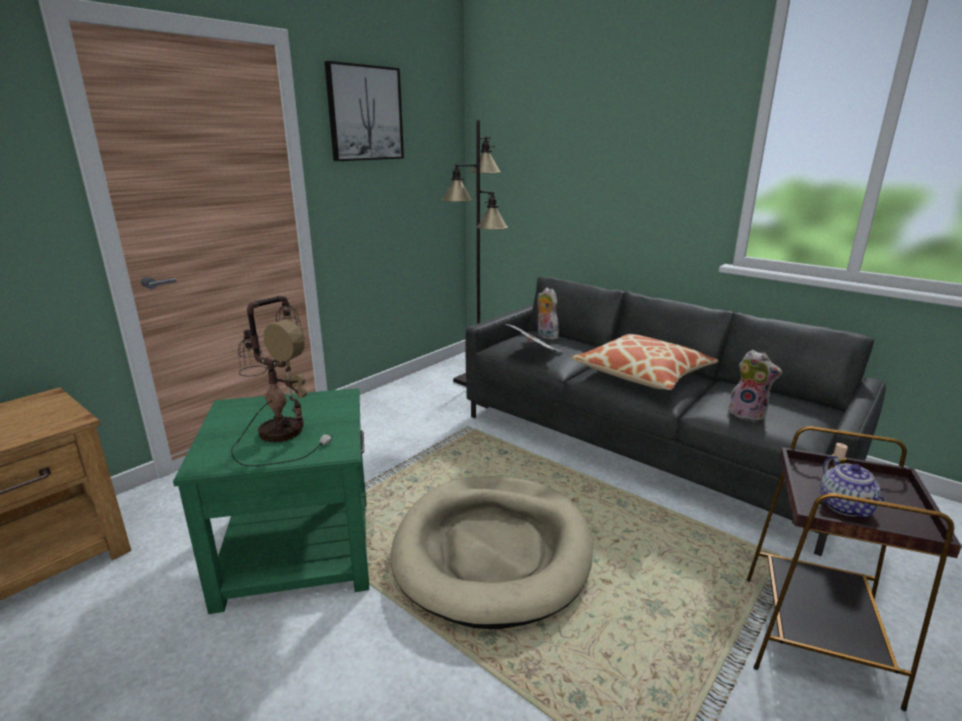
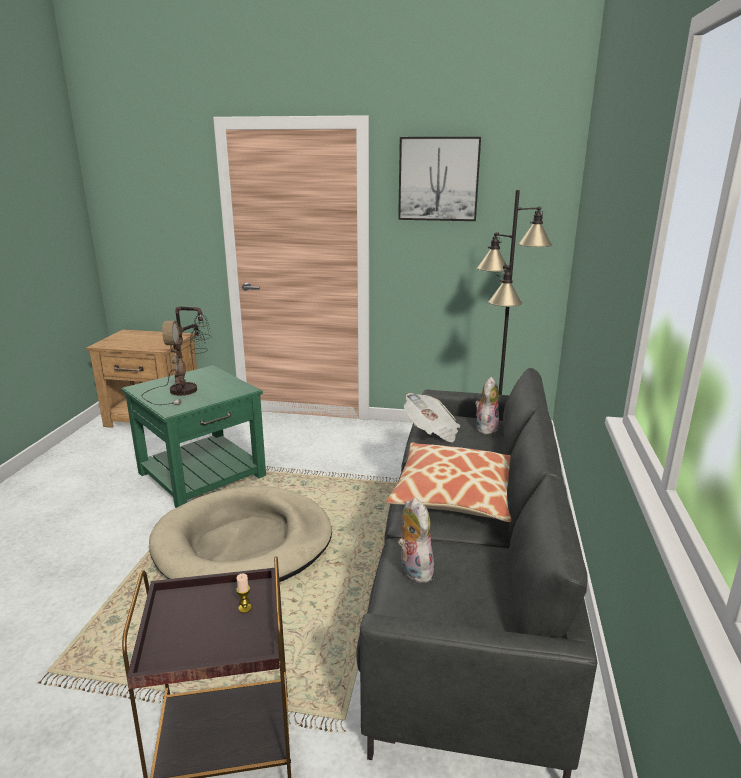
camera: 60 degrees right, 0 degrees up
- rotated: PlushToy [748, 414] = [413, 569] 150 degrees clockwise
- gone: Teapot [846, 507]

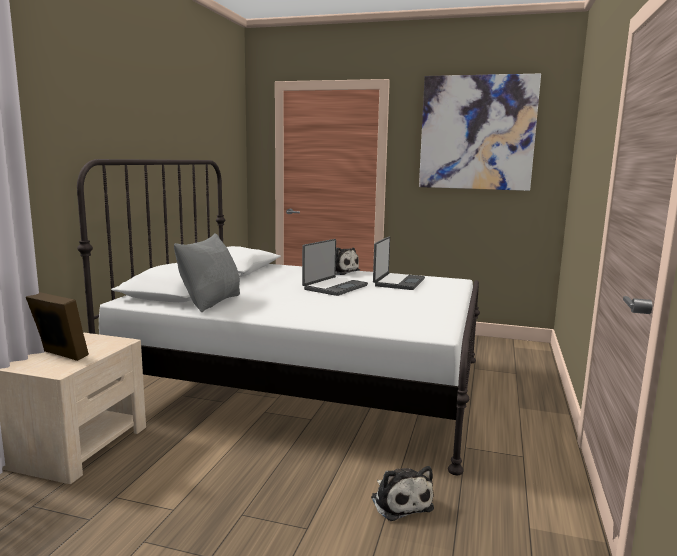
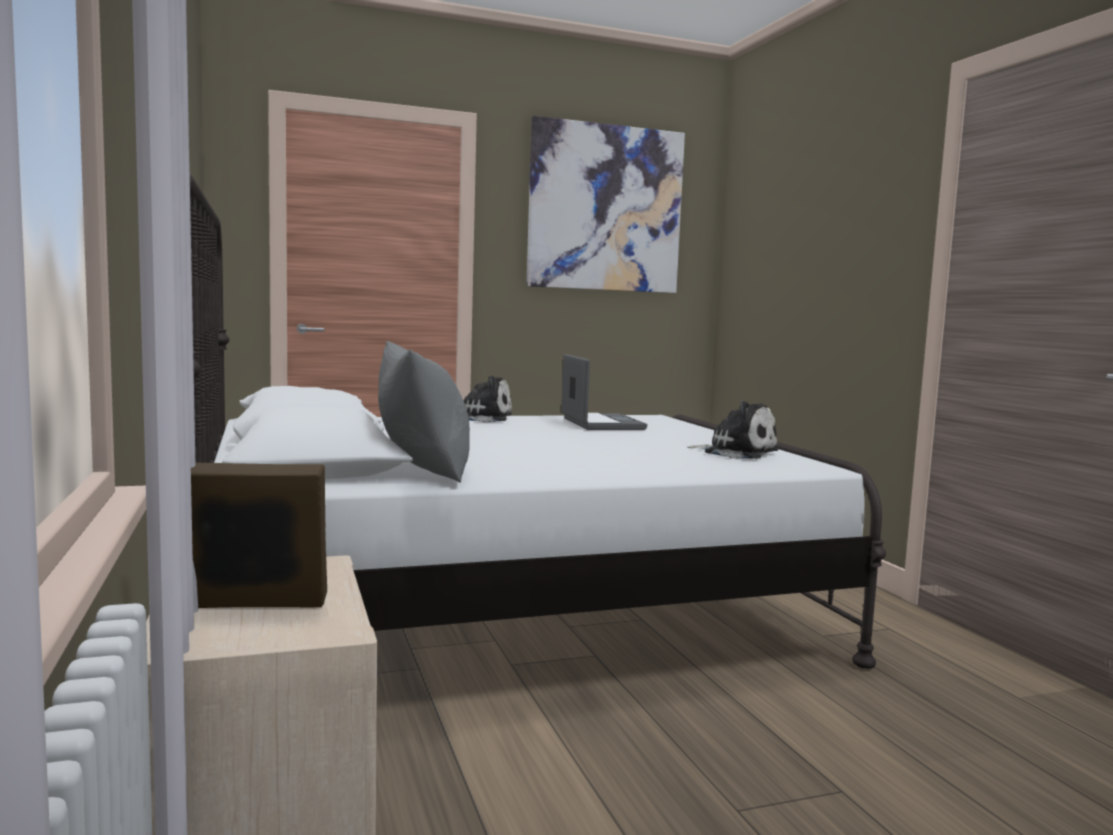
camera: 35 degrees left, 5 degrees down
- gone: Laptop [334, 287]
- shifted: PlushToy [400, 501] to [736, 453]

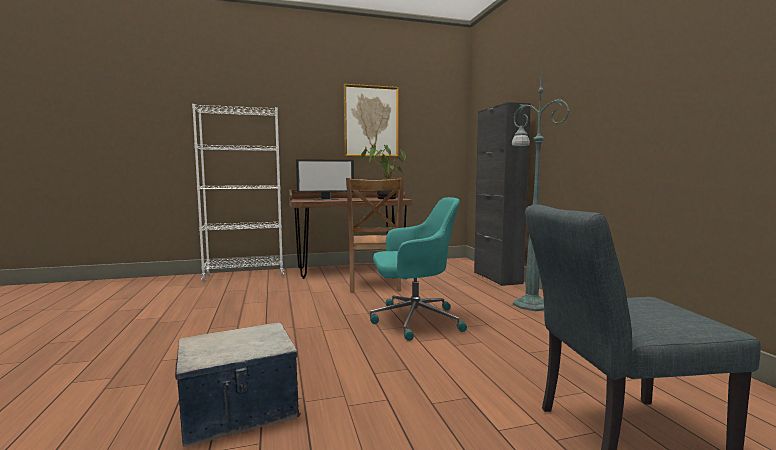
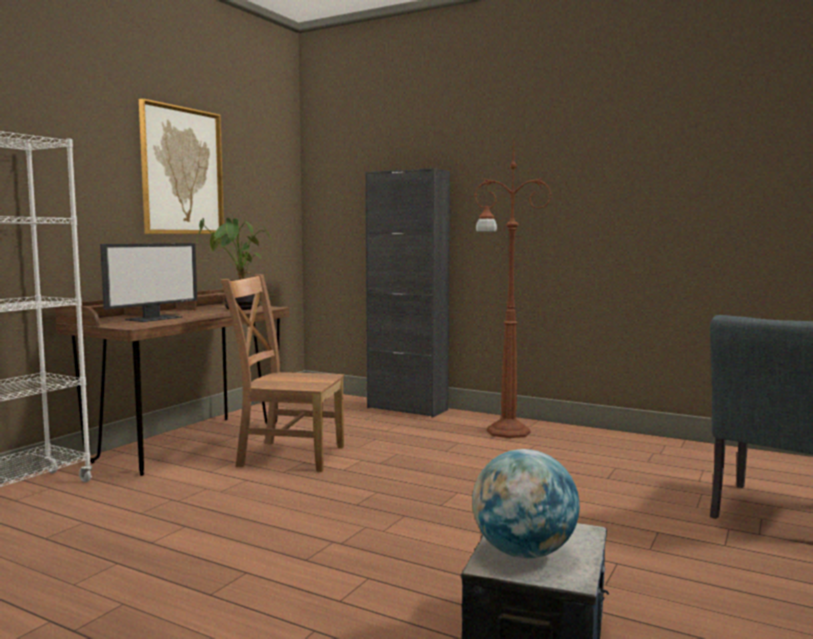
camera: 45 degrees left, 0 degrees up
- repainted: GreenFloorLamp [529, 304] to BrownFloorLamp [505, 431]
- rotated: BrownChair [374, 285] = [287, 456] 150 degrees clockwise
- gone: TurquoiseOfficeChair [413, 320]
- new: Globe [523, 553]

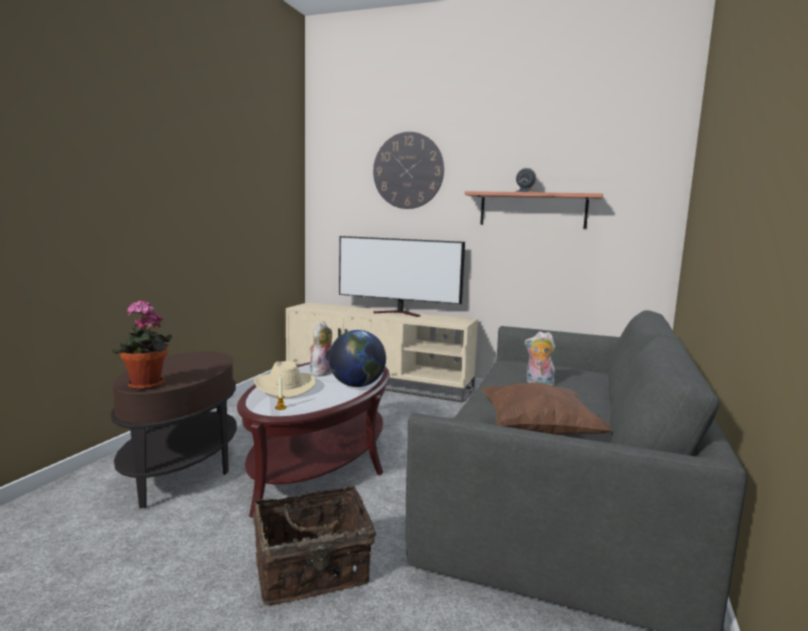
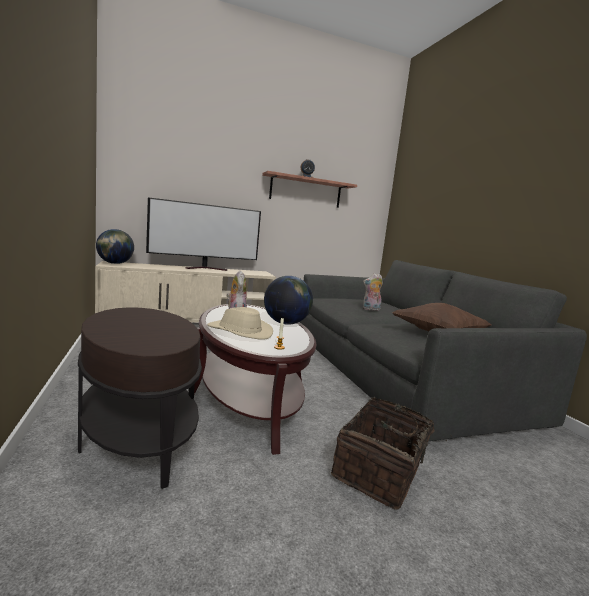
camera: 40 degrees left, 0 degrees up
- gone: WallClock [408, 171]
- gone: PottedPlant [146, 386]
- new: Globe [115, 263]

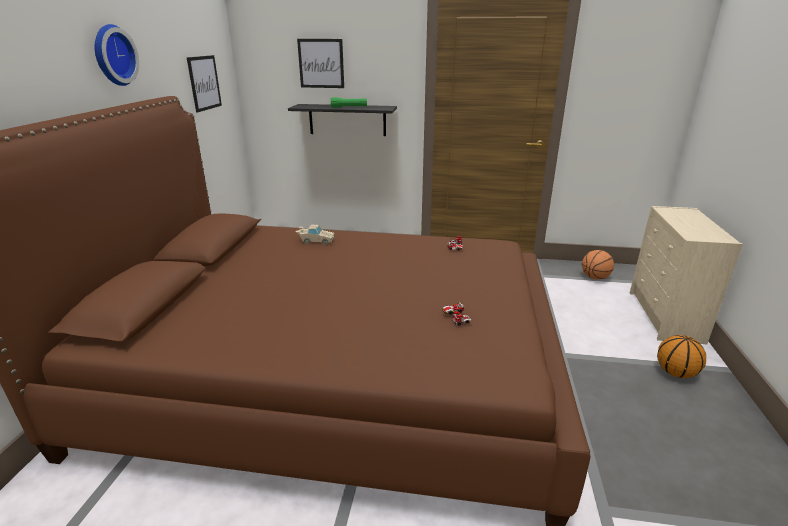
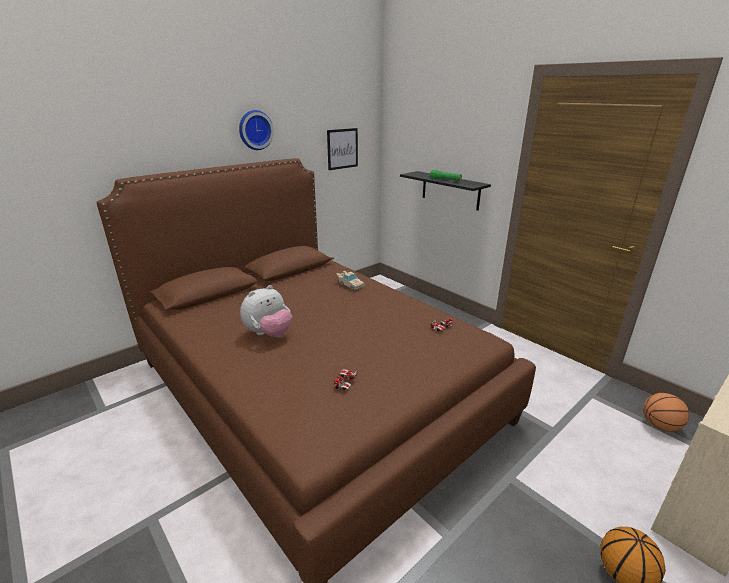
camera: 40 degrees right, 0 degrees up
- gone: Picture [321, 63]
- new: PlushToy [269, 334]

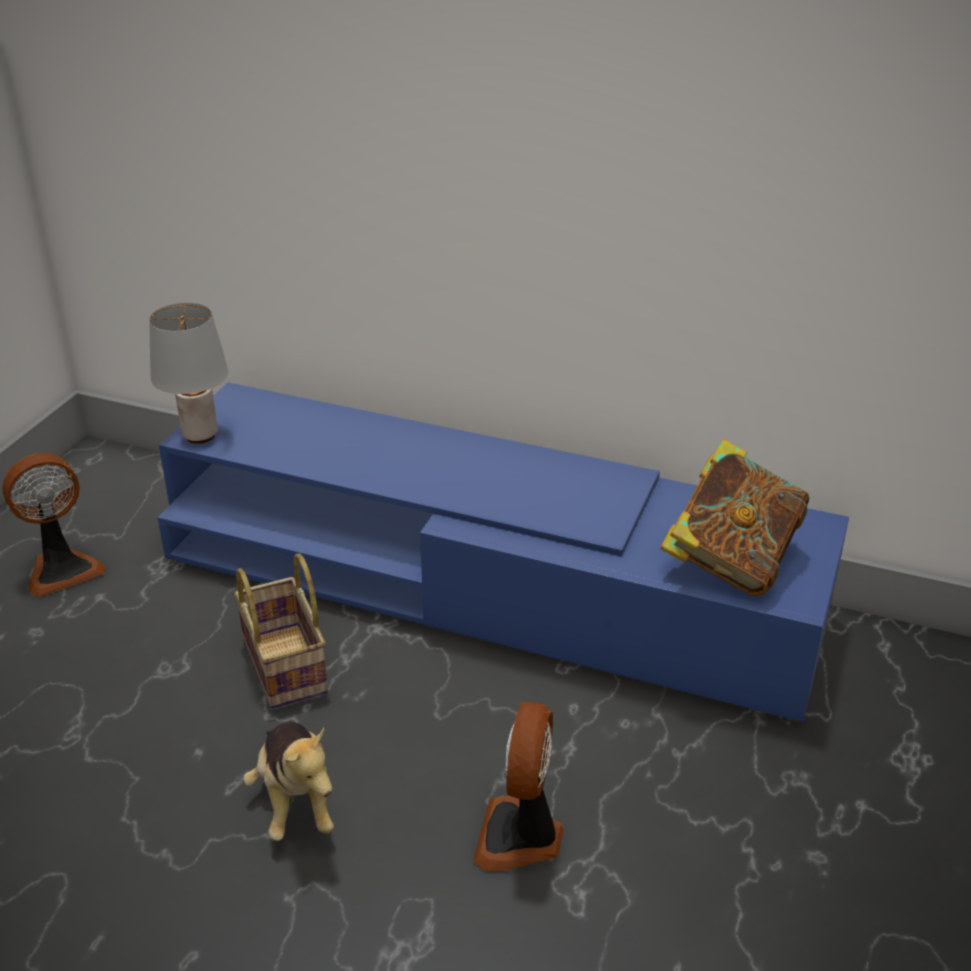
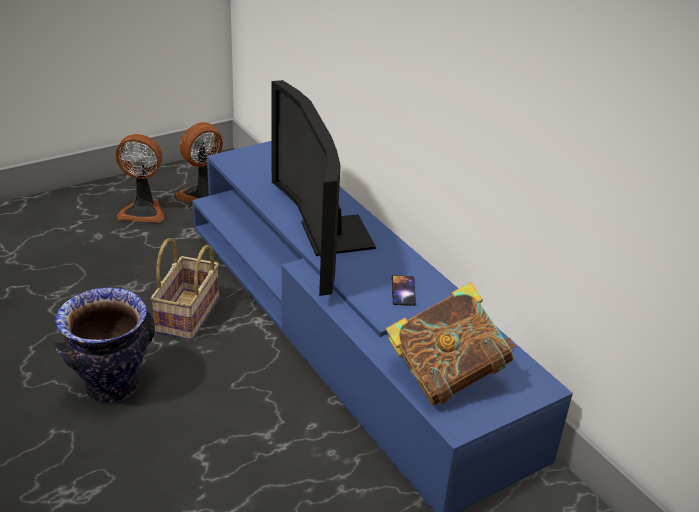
camera: 35 degrees right, 0 degrees up
- gone: GreyTableLamp [200, 436]
- shifted: Fan [521, 837] to [203, 196]
- swapped: PlushToy [295, 800] to Vase [112, 386]
- new: Television [325, 236]
- new: Phone [403, 291]

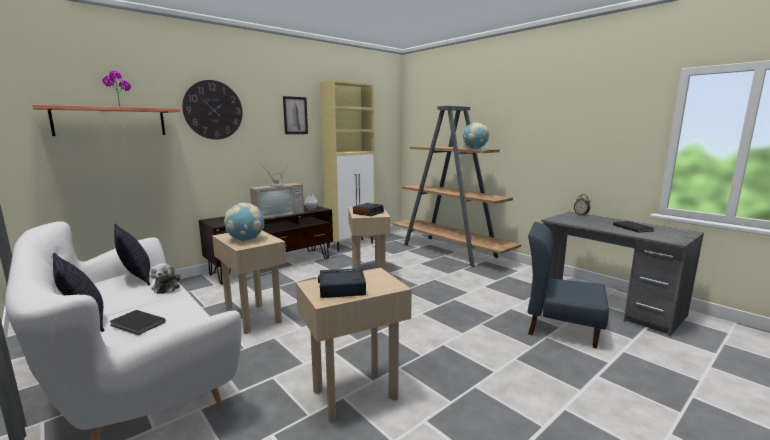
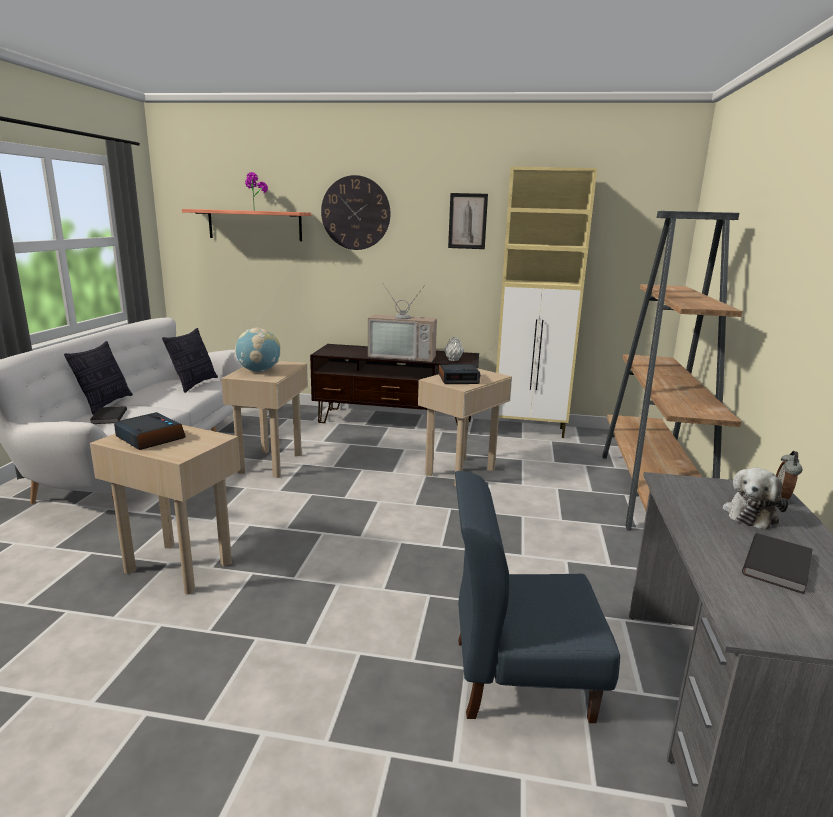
camera: 50 degrees right, 5 degrees up
- gone: Globe [475, 148]
- rotated: BlueChair [560, 328] = [520, 677] 75 degrees counterclockwise
- shifted: PlushToy [167, 287] to [751, 514]

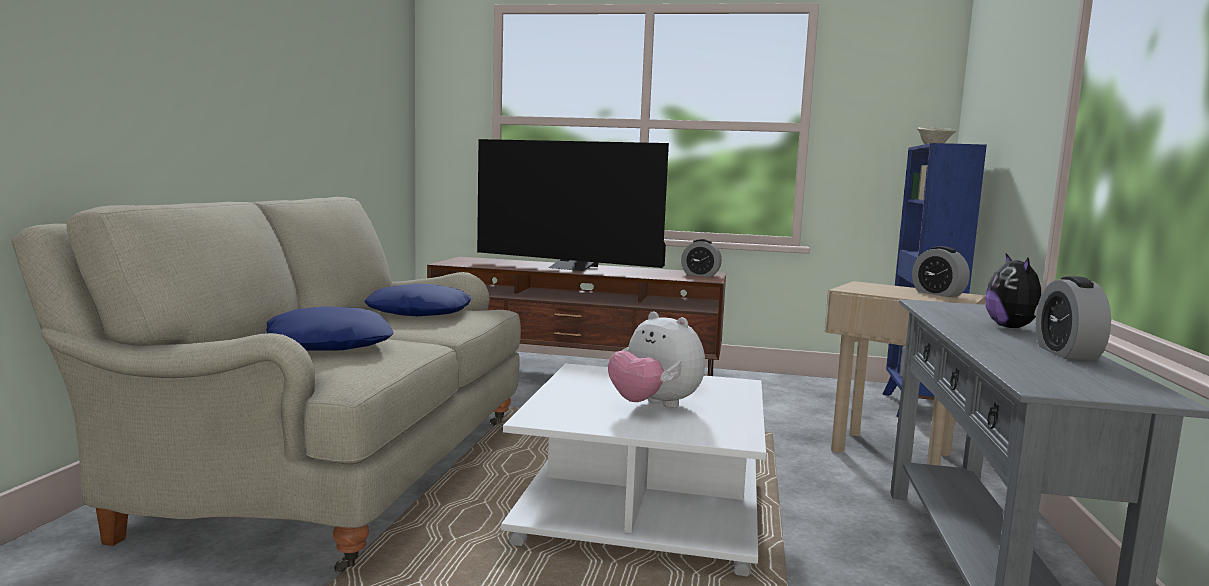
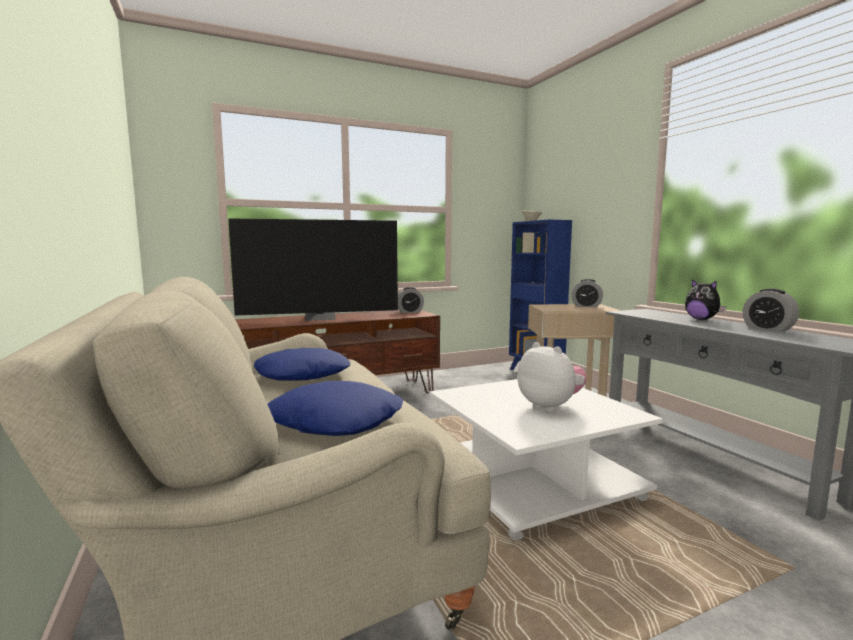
camera: 35 degrees left, 0 degrees up
- rotated: PlushToy [654, 406] = [550, 406] 135 degrees counterclockwise

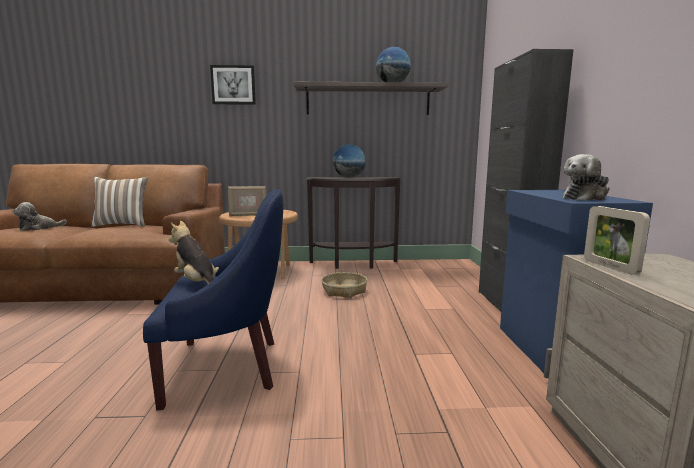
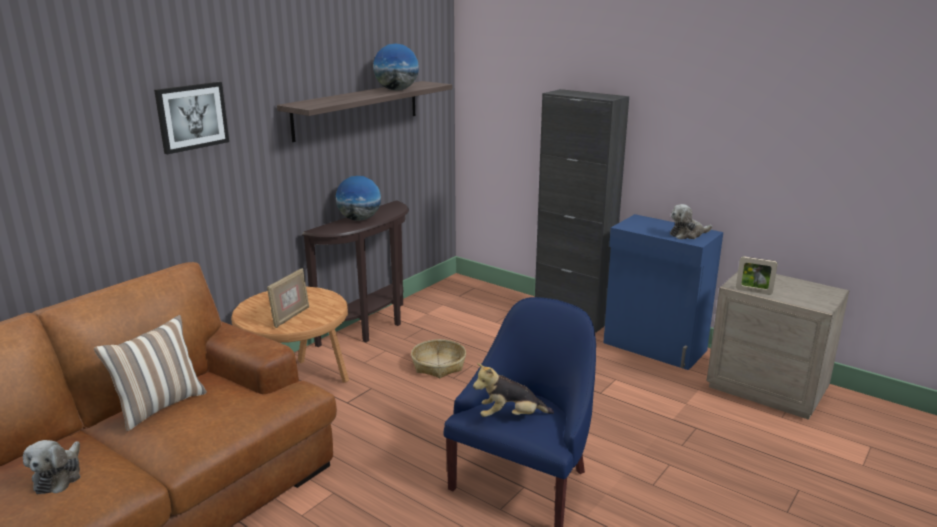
camera: 50 degrees left, 10 degrees up
- rotated: PlushToy [585, 198] = [687, 234] 60 degrees clockwise

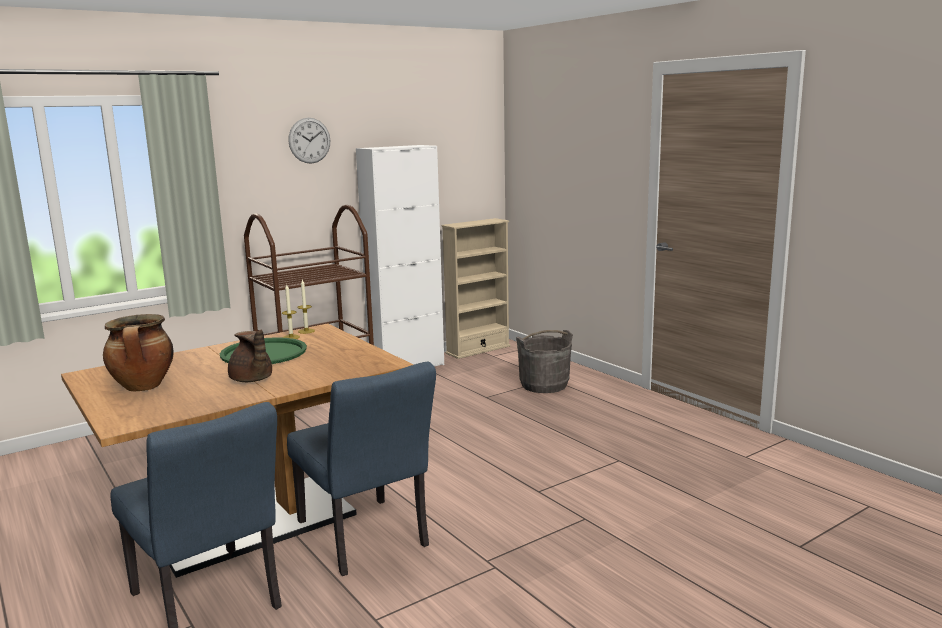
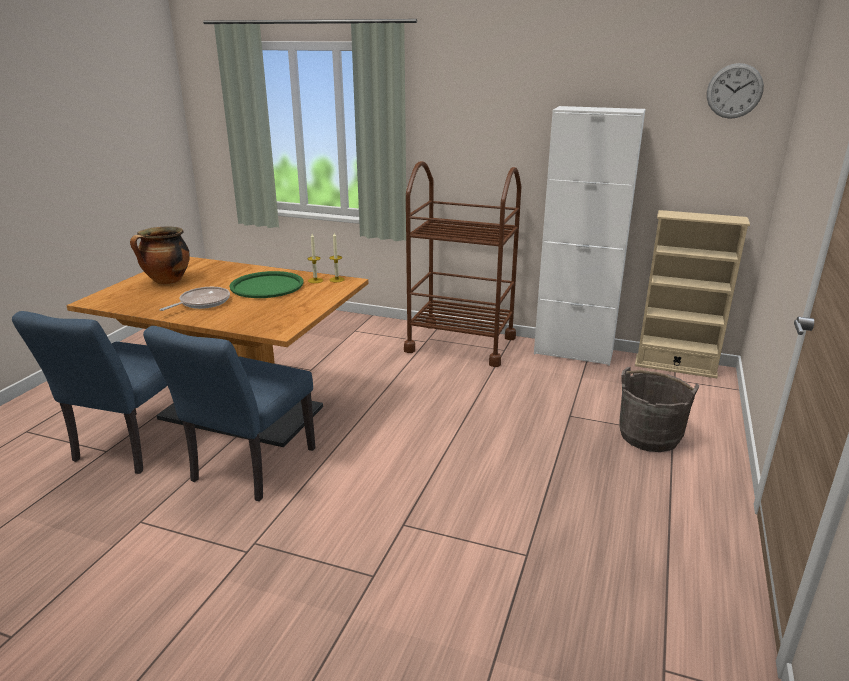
camera: 55 degrees right, 10 degrees up
- shifted: WallClock [309, 140] to [734, 91]
- swapped: BrownTeapot [251, 380] to FryingPan [202, 303]

